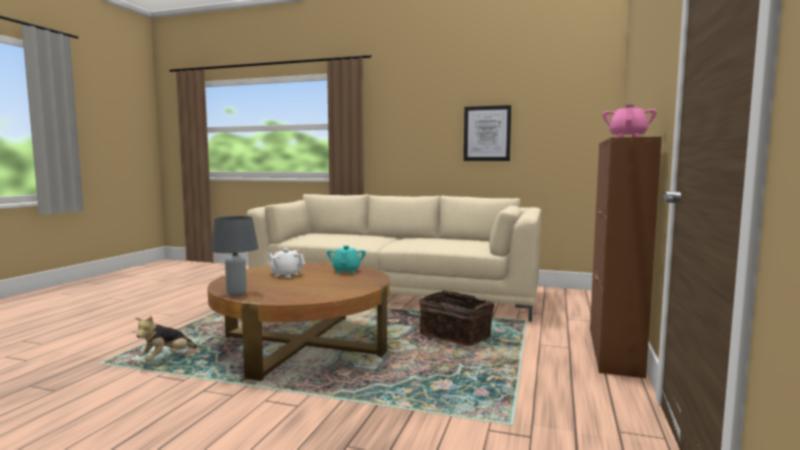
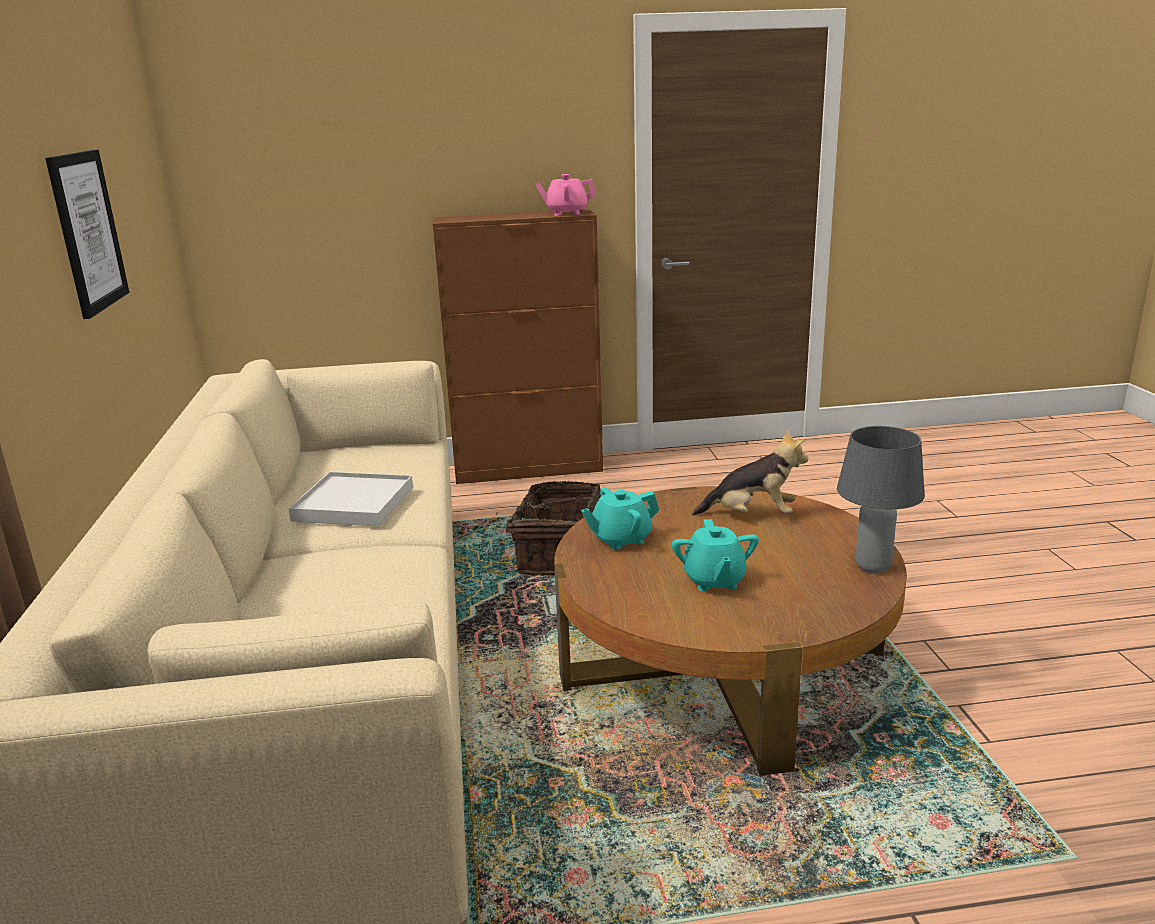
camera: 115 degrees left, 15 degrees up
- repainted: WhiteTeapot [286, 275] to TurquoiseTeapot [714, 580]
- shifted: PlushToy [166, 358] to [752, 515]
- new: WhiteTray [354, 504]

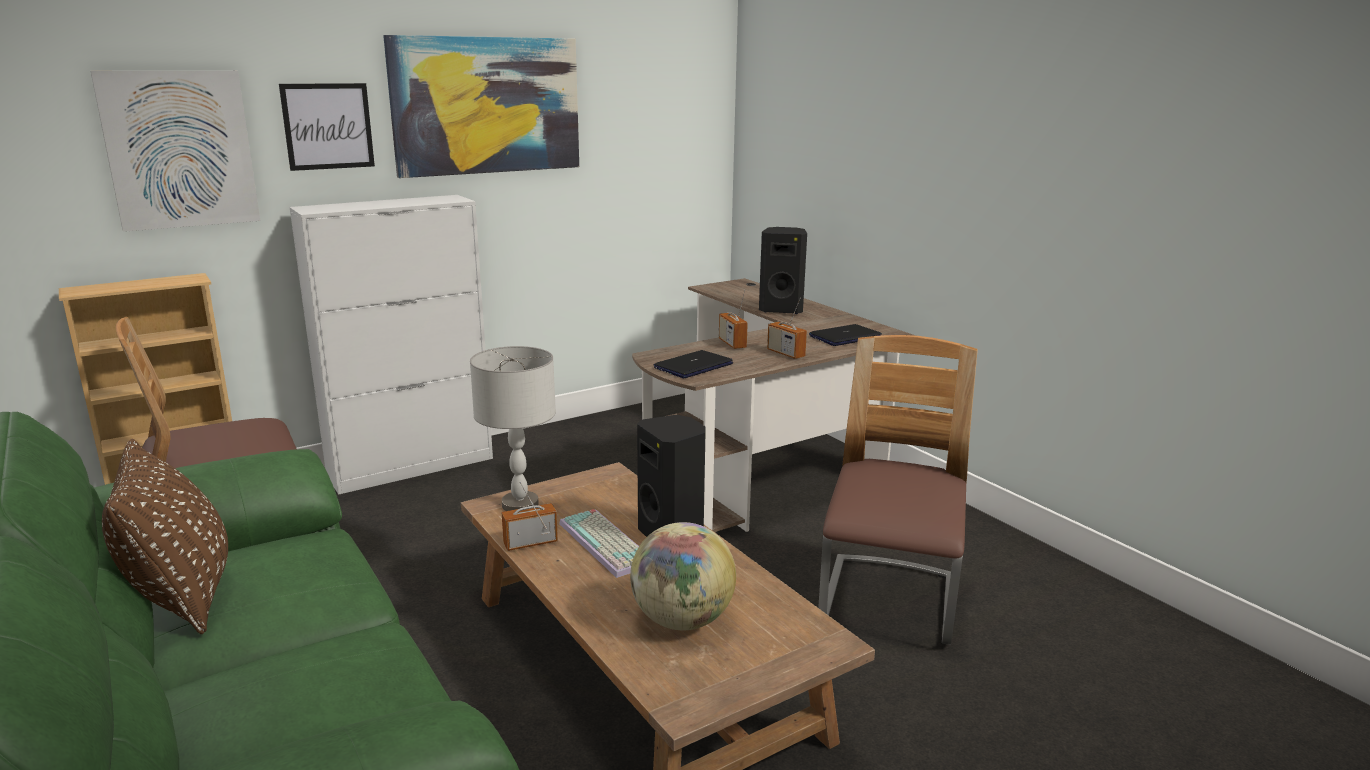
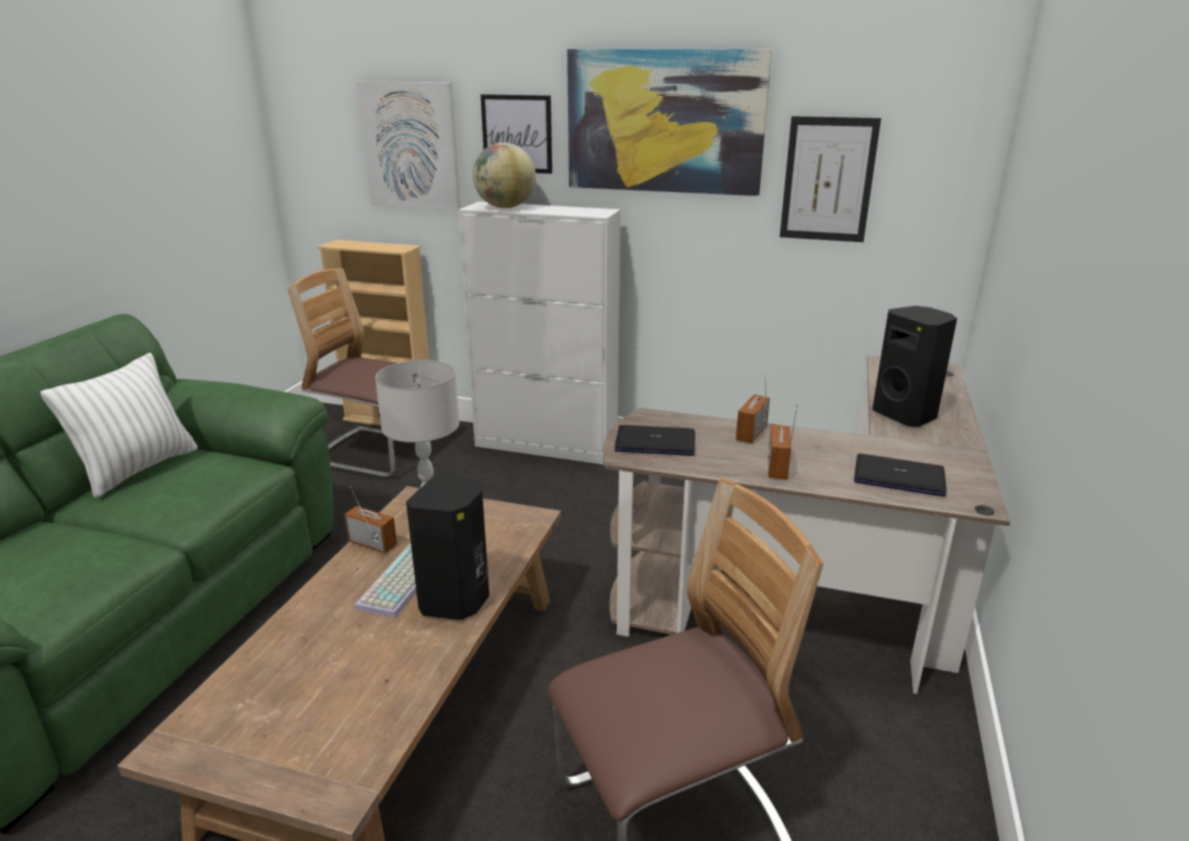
camera: 50 degrees right, 5 degrees up
- repainted: BrownPillow [182, 596] to WhitePillow [139, 469]
- shifted: Globe [682, 620] to [505, 207]
- new: Picture [828, 180]

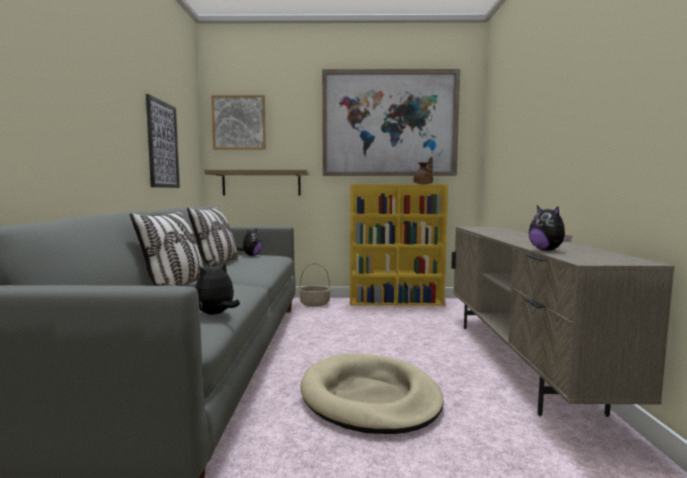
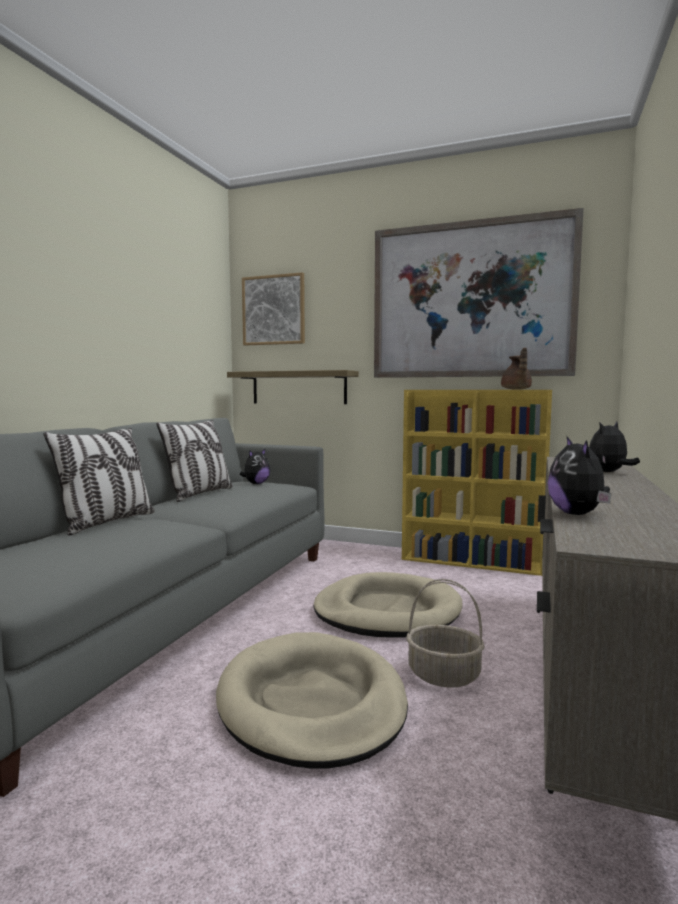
camera: 20 degrees right, 0 degrees up
- gone: Picture [163, 144]
- shifted: PlushToy [216, 314] to [609, 472]
- shifted: Basket [315, 304] to [444, 674]
- new: BeigeDogBed [387, 611]

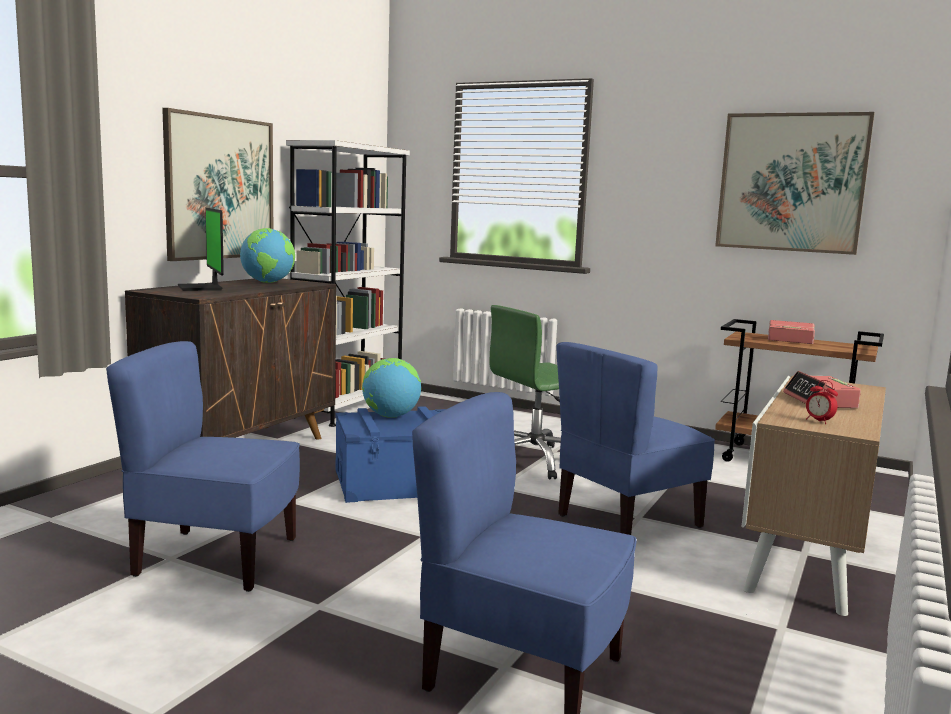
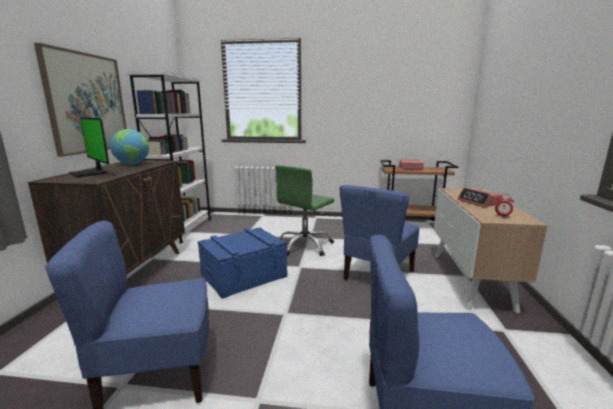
camera: 20 degrees left, 5 degrees up
- gone: Picture [791, 182]
- gone: Globe [390, 416]

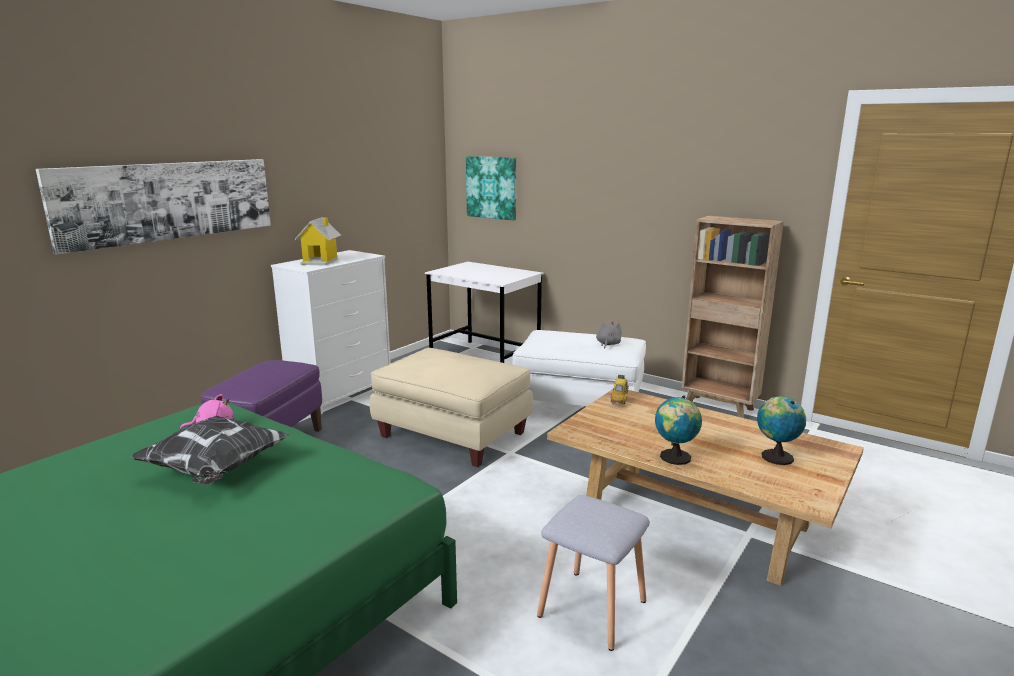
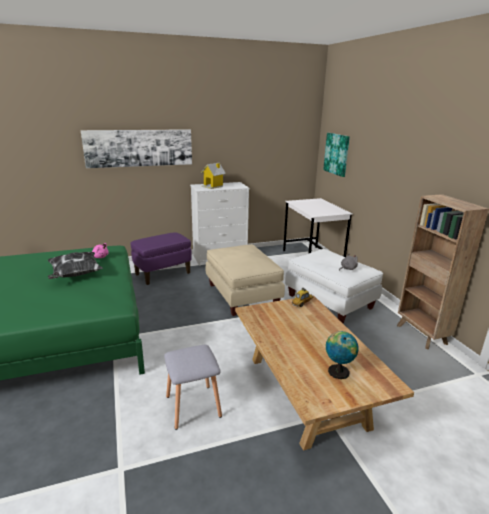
camera: 35 degrees right, 5 degrees up
- gone: Globe [674, 458]

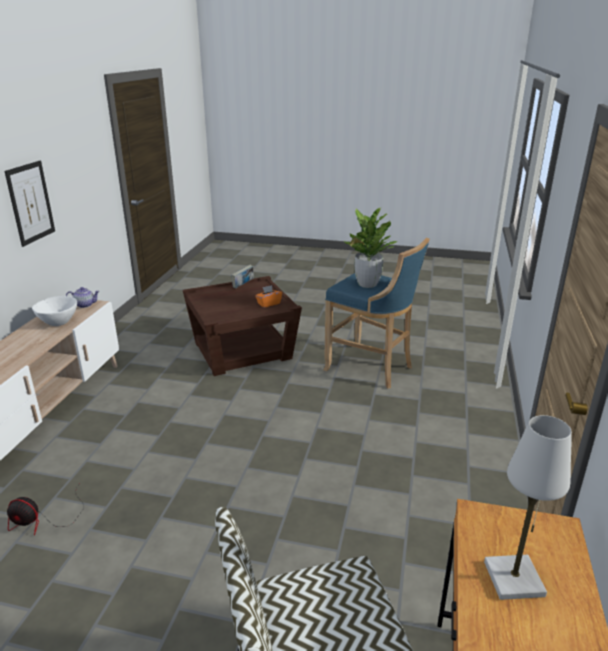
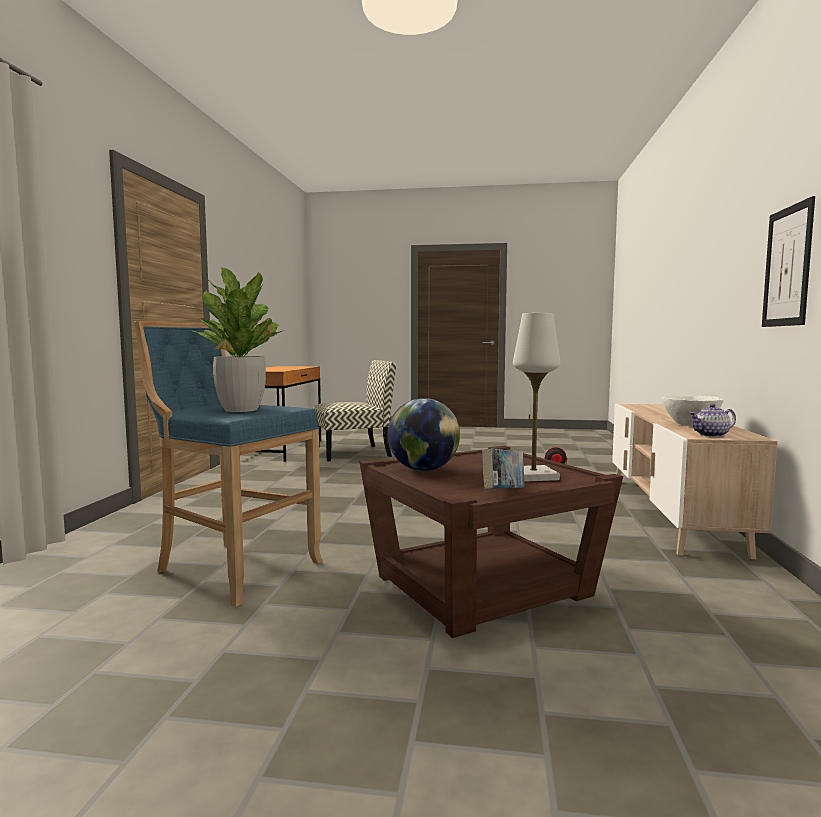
camera: 175 degrees right, 20 degrees down
- swapped: OrangeTissueBox [268, 303] to Globe [423, 470]
- shifted: WhiteTableLamp [513, 578] to [533, 476]

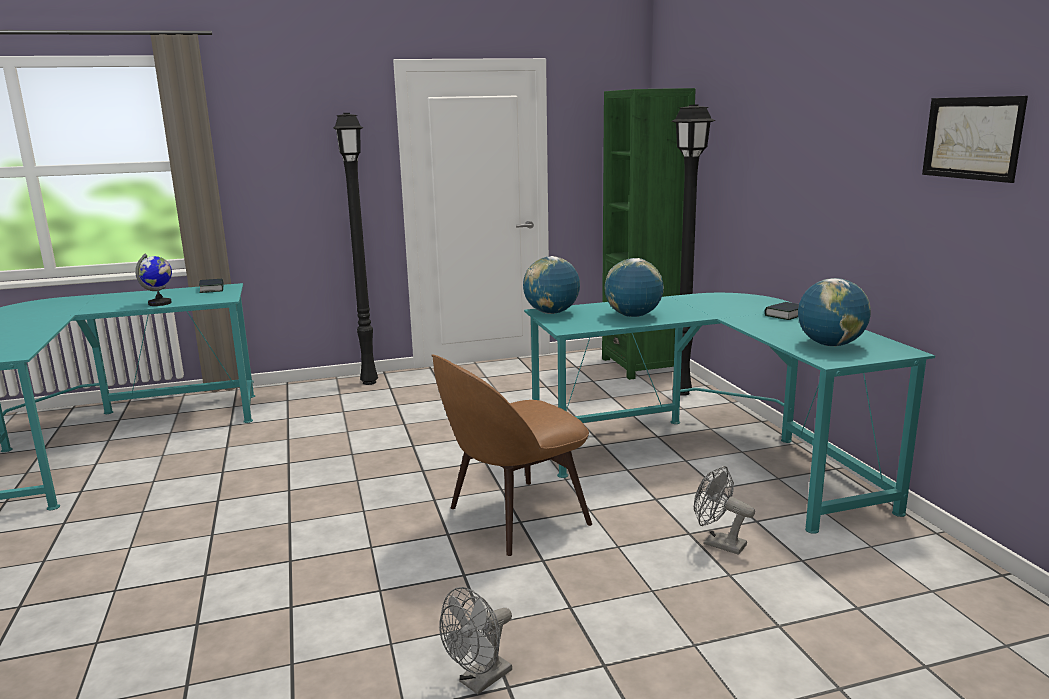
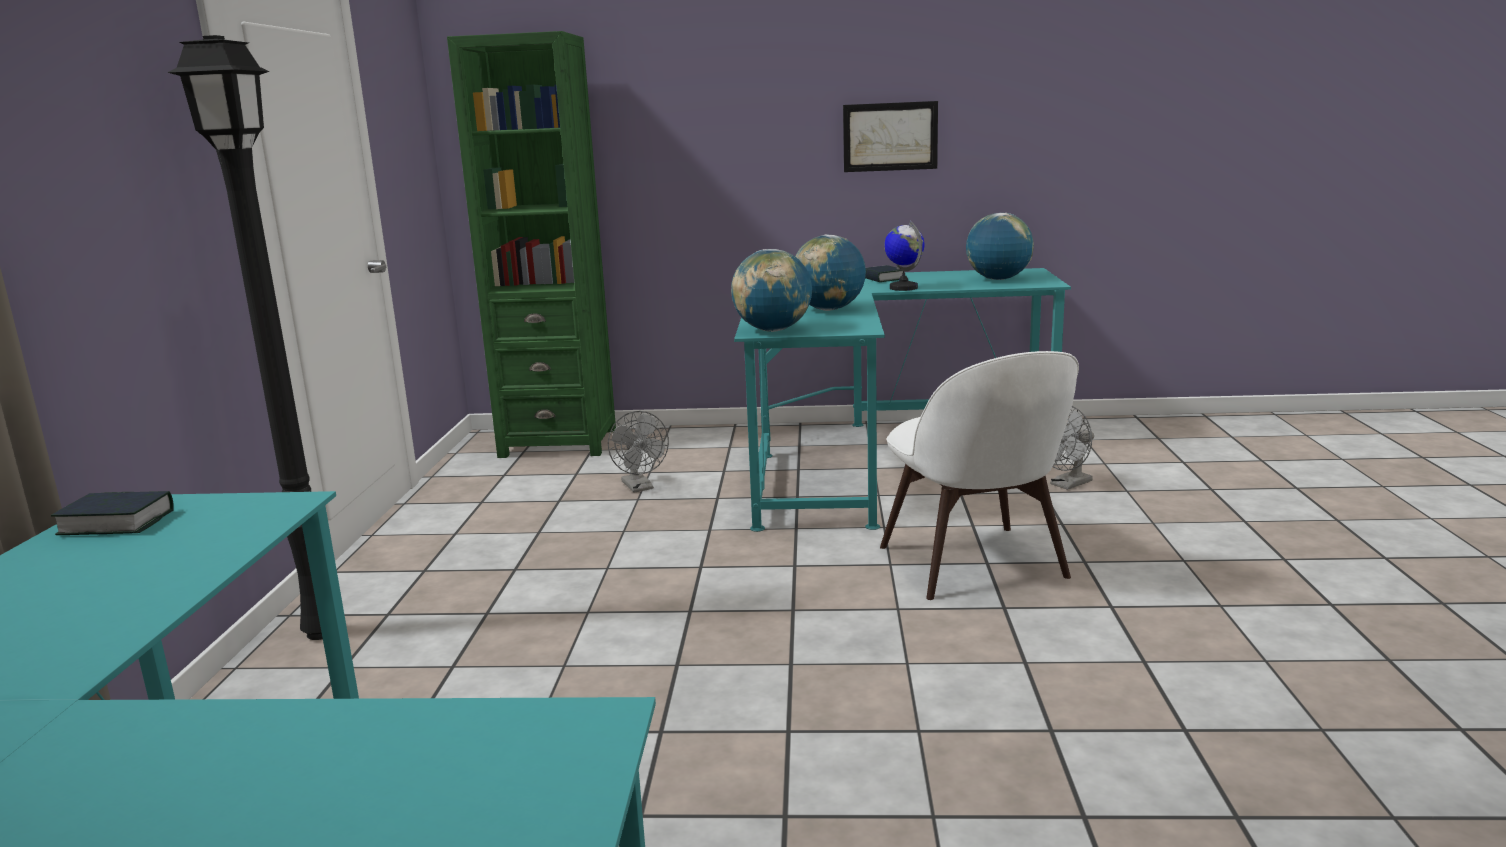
camera: 70 degrees left, 0 degrees up
- shifted: Picture [972, 138] to [890, 136]
- gone: BlackFloorLamp [684, 393]
- shifted: Globe [160, 303] to [903, 288]
- repainted: BrownChair [513, 518] to WhiteChair [975, 565]
- shifted: GreyFan [480, 681] to [640, 487]

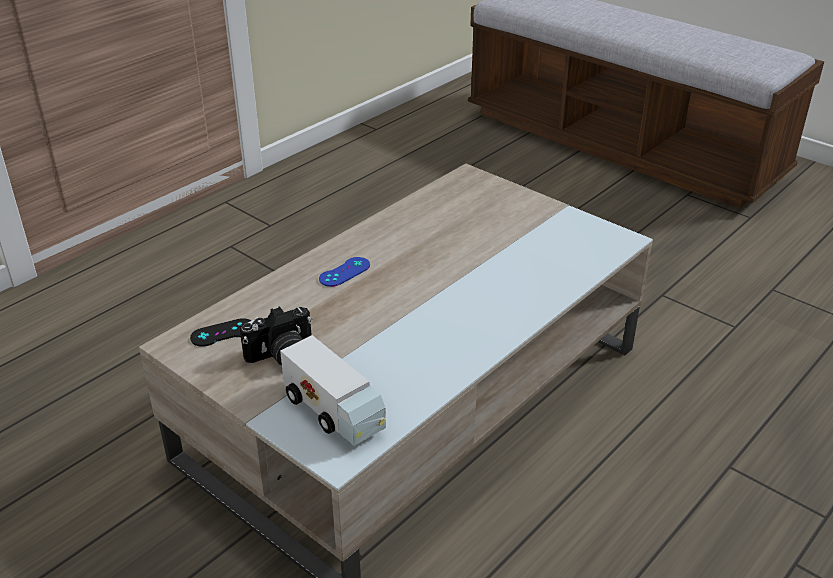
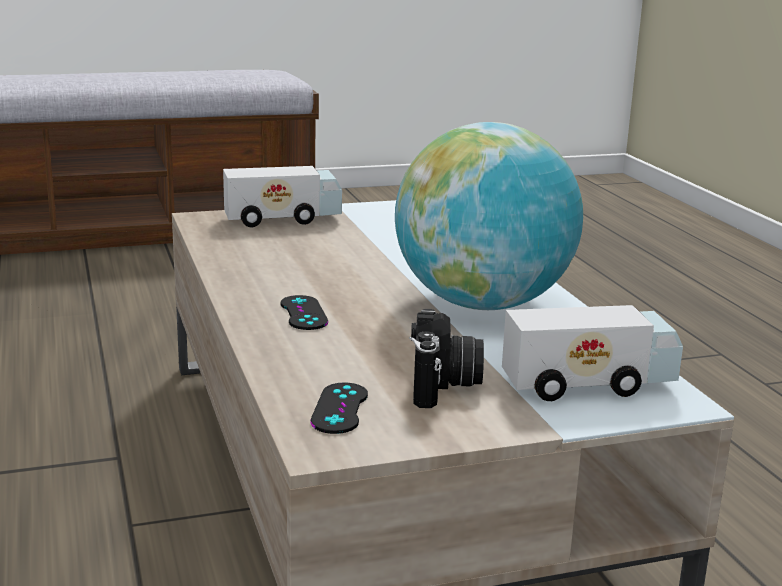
camera: 60 degrees left, 15 degrees down
- repainted: BlueGameController [344, 272] to BlackGameController [303, 313]
- new: Globe [483, 304]
- new: ToyTruck [283, 219]

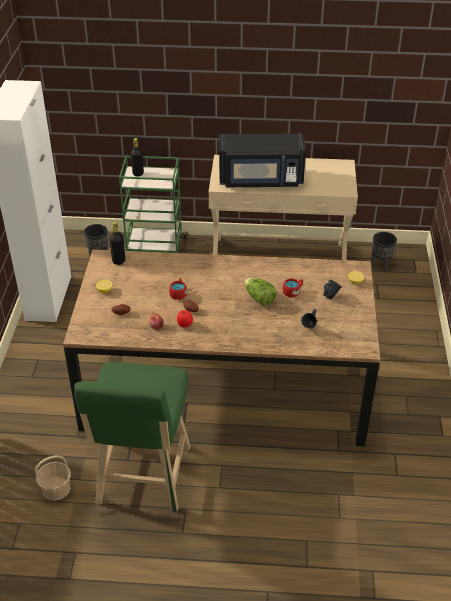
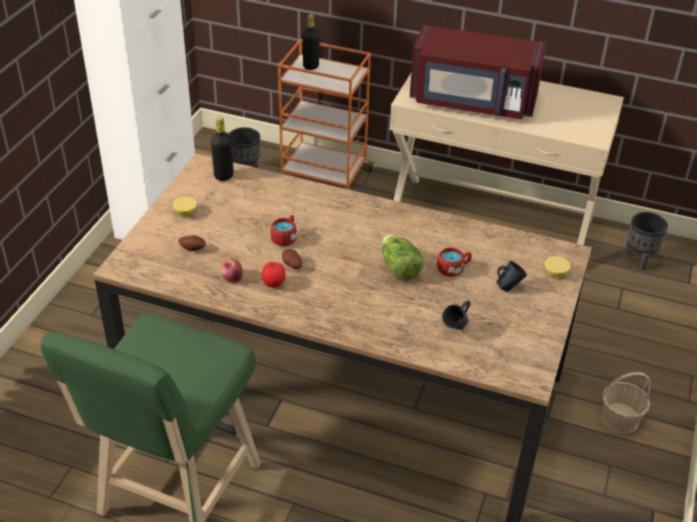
camera: 15 degrees right, 0 degrees up
- repainted: BlackMicrowave [261, 180] to RedMicrowave [473, 101]
- repainted: GreenCart [155, 248] to OrangeCart [324, 176]
- shifted: Basket [56, 489] to [620, 419]

